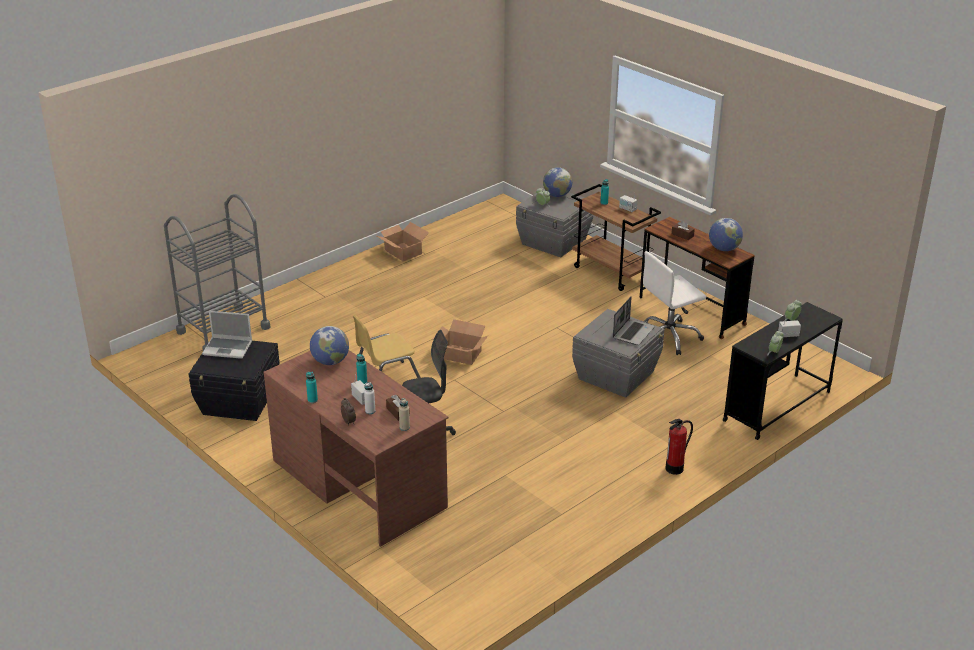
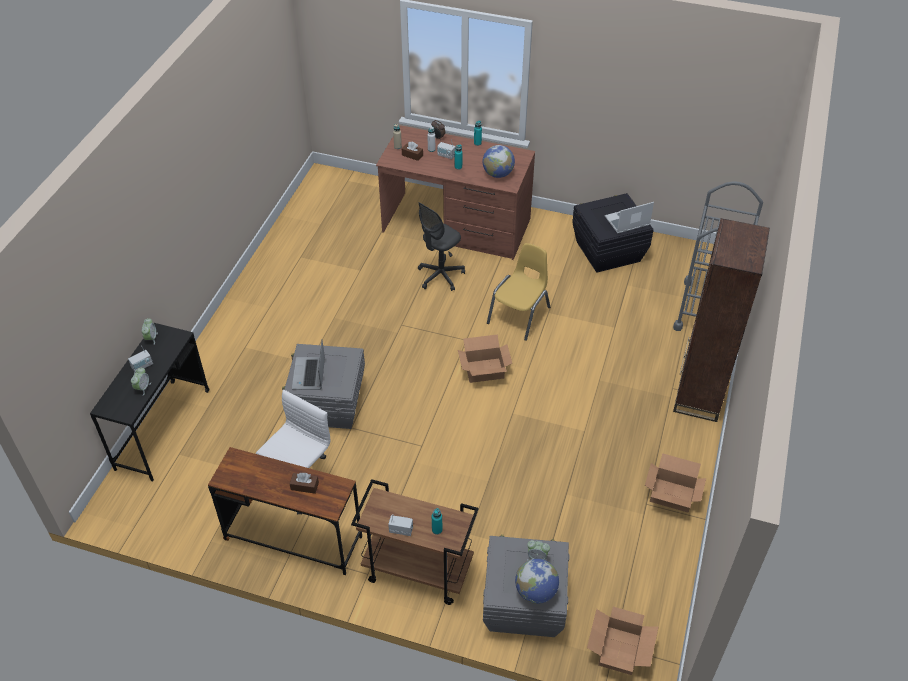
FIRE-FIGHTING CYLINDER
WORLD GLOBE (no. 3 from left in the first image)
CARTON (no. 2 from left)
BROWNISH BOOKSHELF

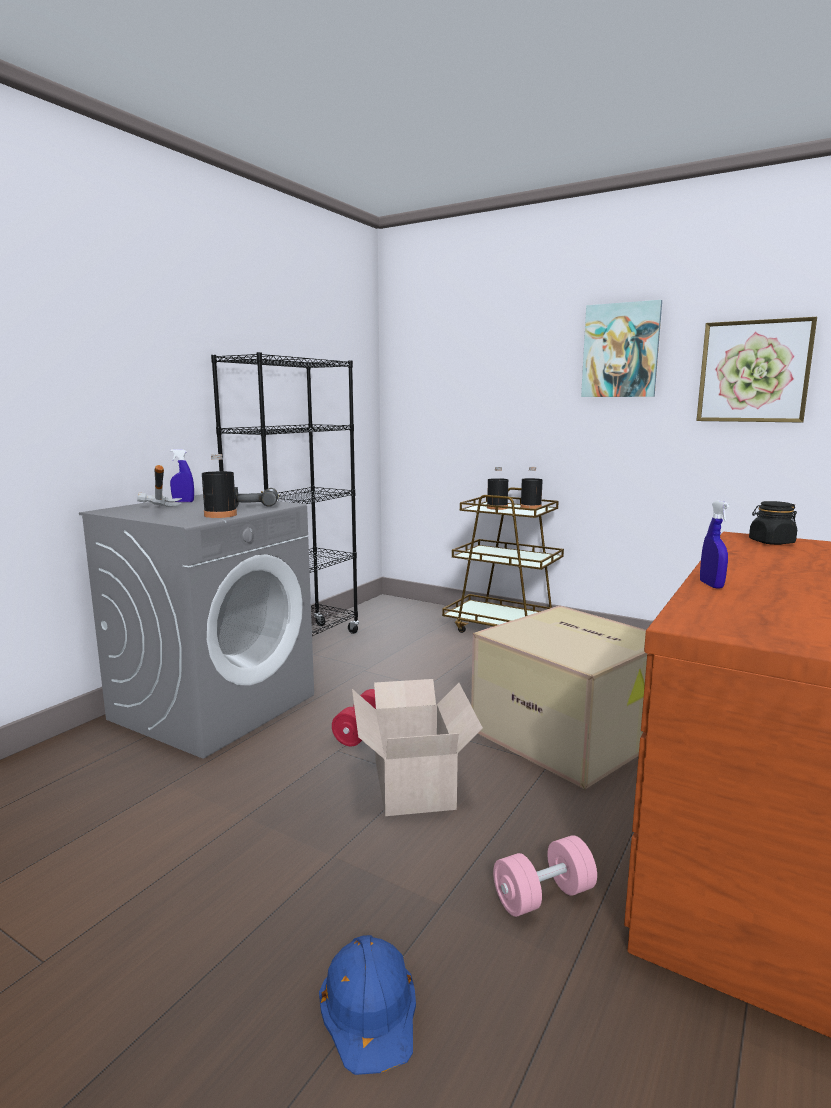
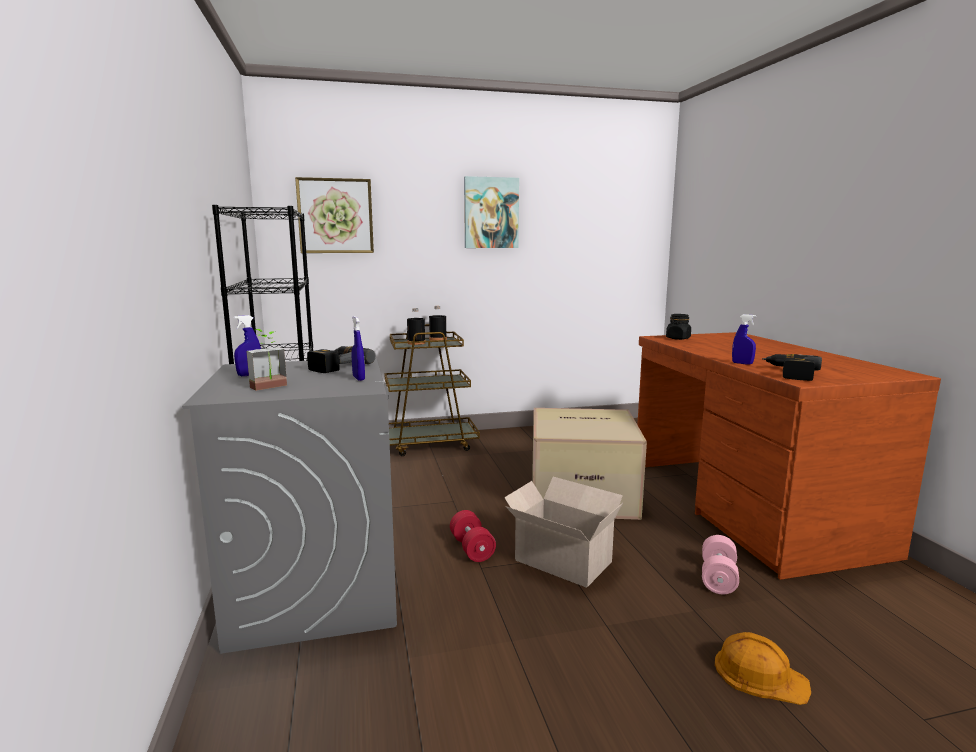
DRILL (no. 2 from left)
WALL ART (no. 1 from left)
POTTED PLANT
BLUE-COLOURED HAND SPRAYER (no. 2 from left)
ORANGEY WORK HELMET

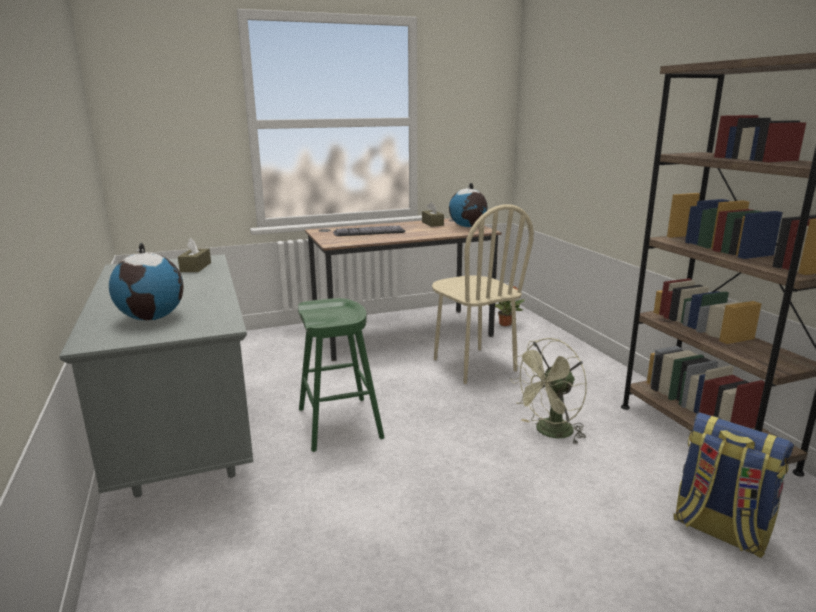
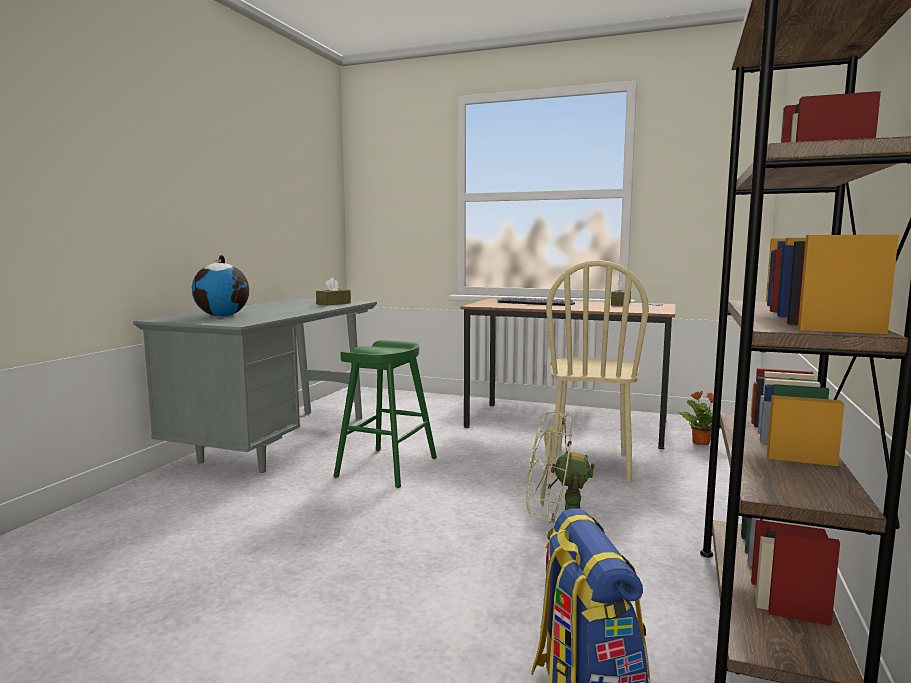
WORLD GLOBE (no. 2 from left in the first image)

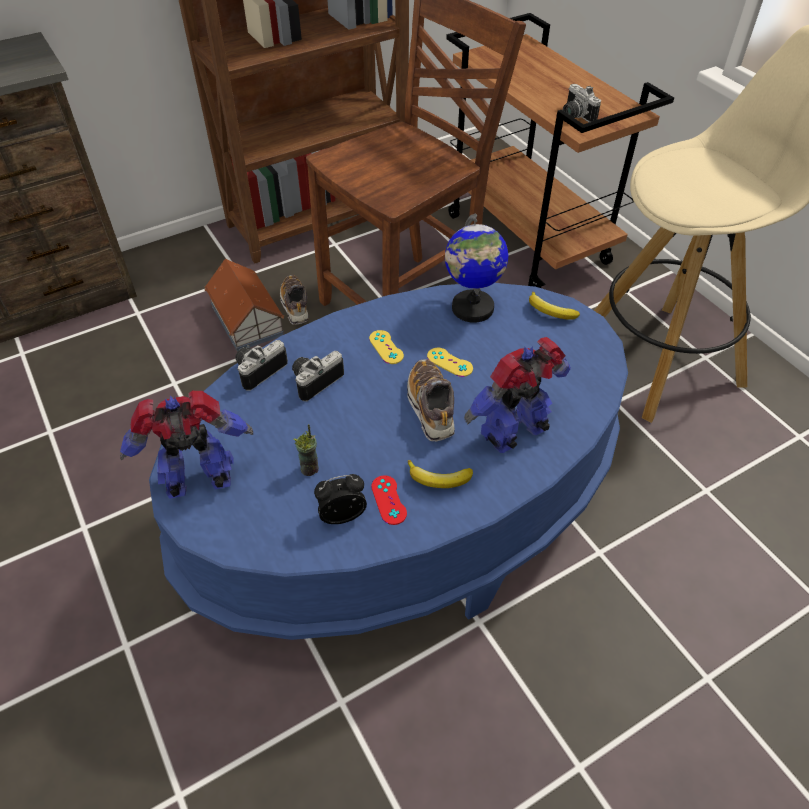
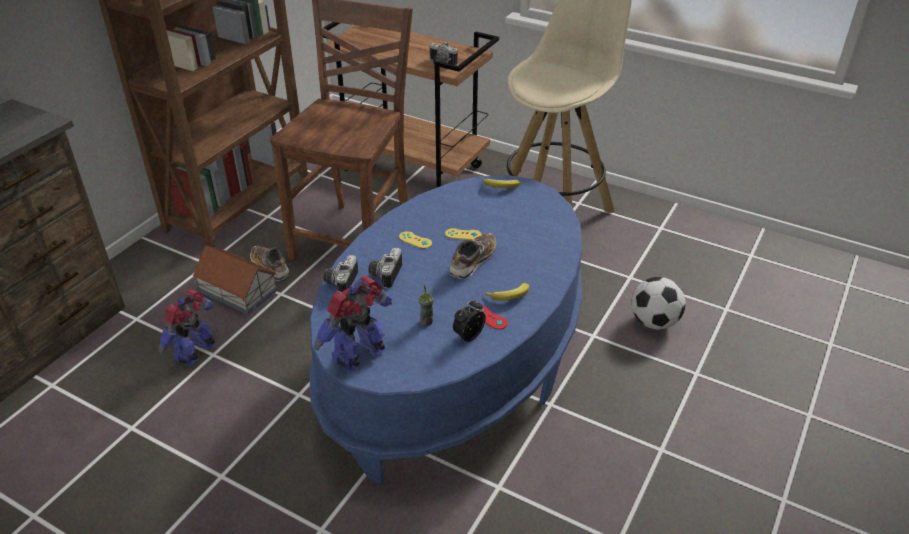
WORLD GLOBE
BALL FOR FOOTBALL
MODEL ROBOT (no. 1 from left)
ITEM OF FOOTWEAR (no. 2 from left)

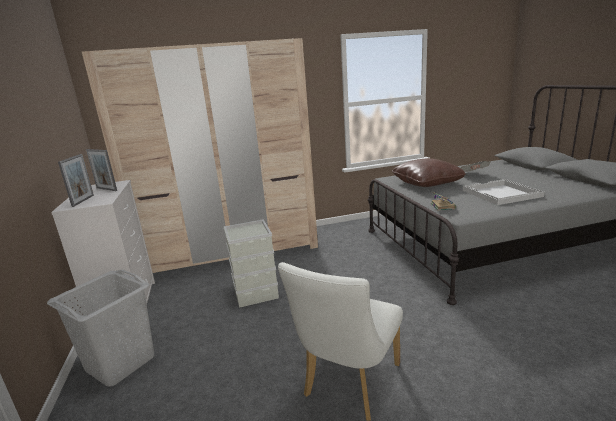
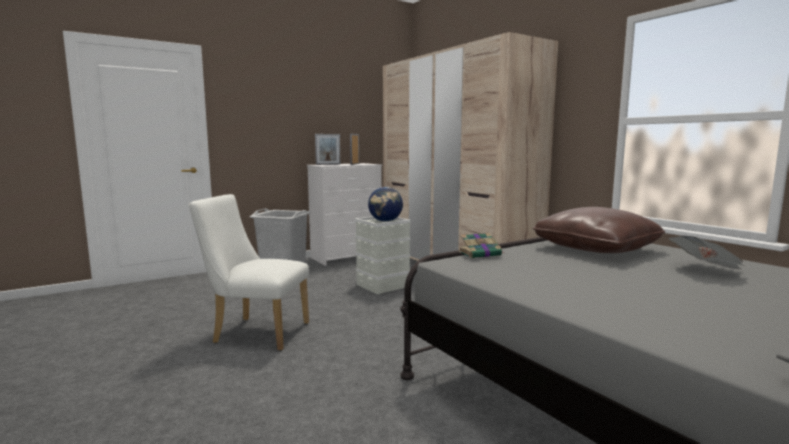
WHITE-COLOURED TRAY
WORLD GLOBE

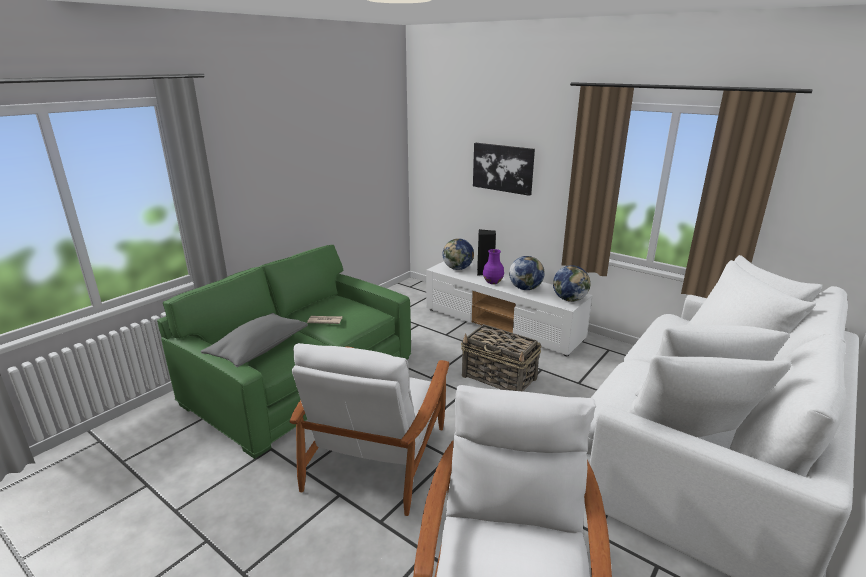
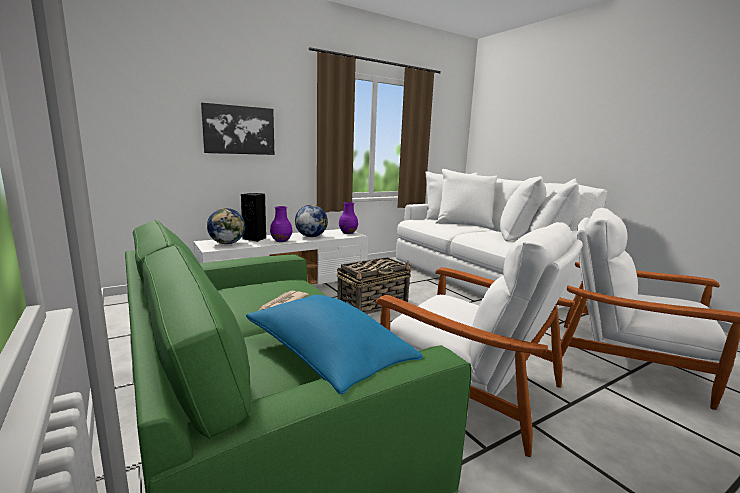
PURPLISH VASE (no. 2 from left)
BLUE-COLOURED THROW PILLOW

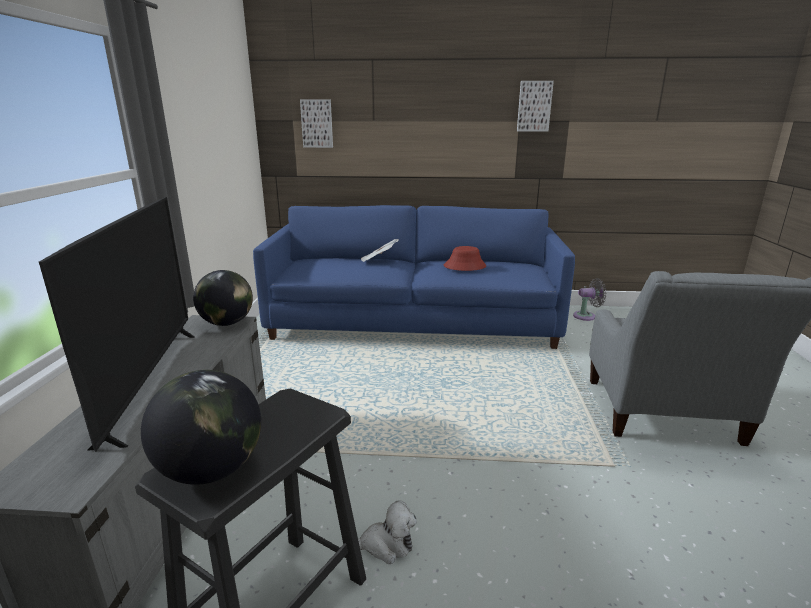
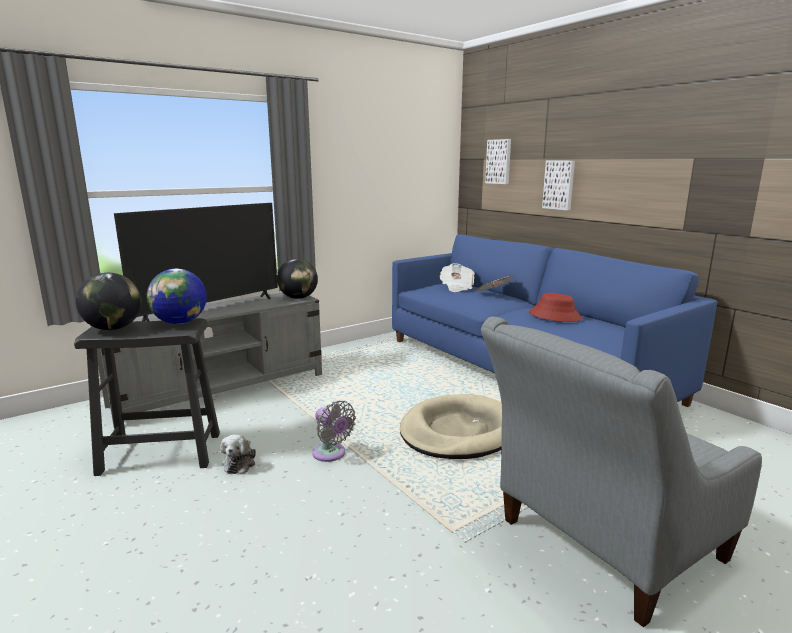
WORLD GLOBE (no. 2 from left)
SAND-COLOURED PET BED
DAILY PAPER (no. 1 from left)
WALL ART (no. 2 from left)
GRAY COOLING FAN
PLUSH TOY

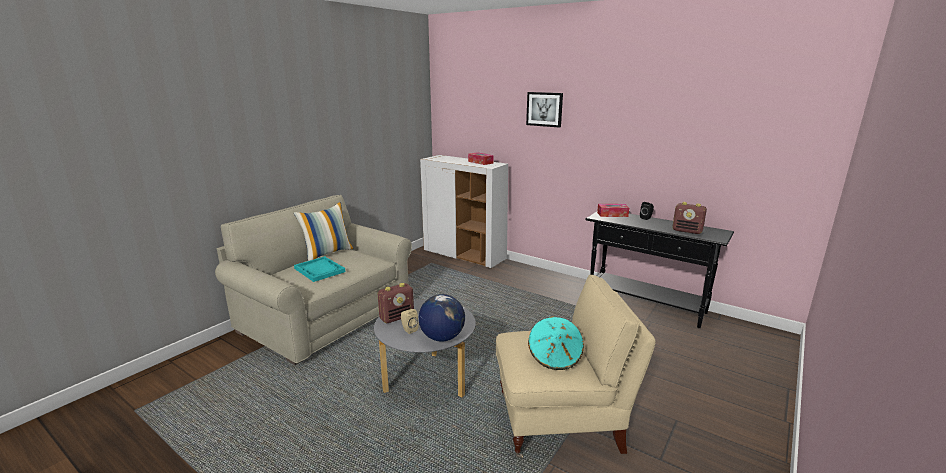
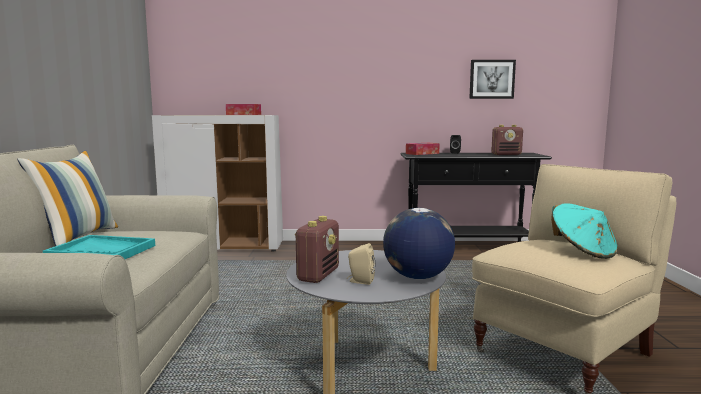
WALL ART

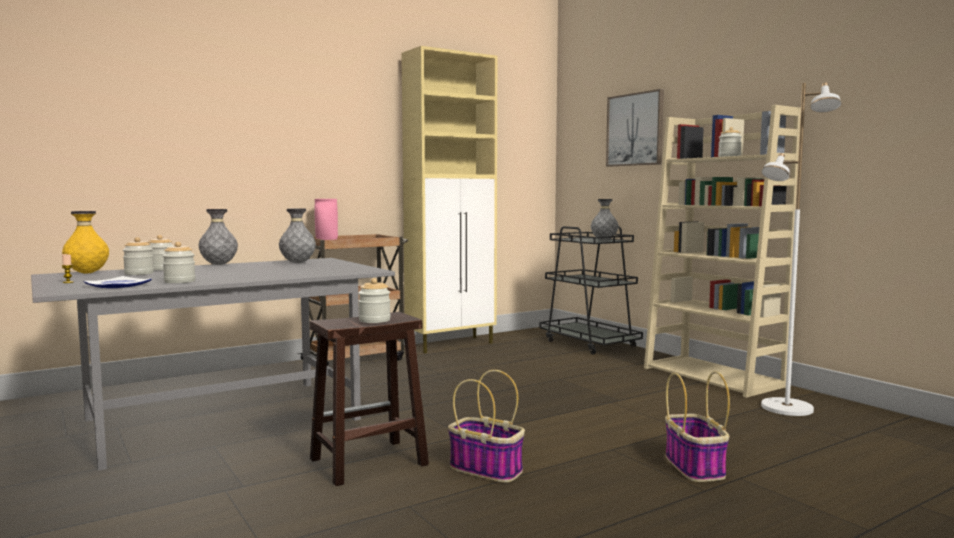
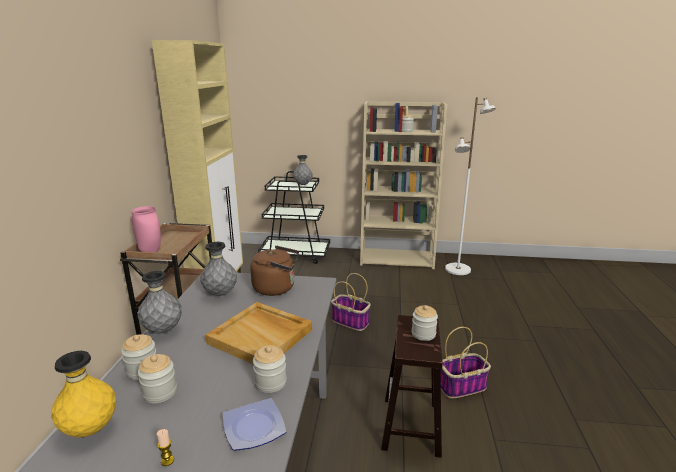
WALL ART
SAND-COLOURED TRAY
BROWNISH TEA KETTLE
STORAGE BASKET (no. 1 from left)

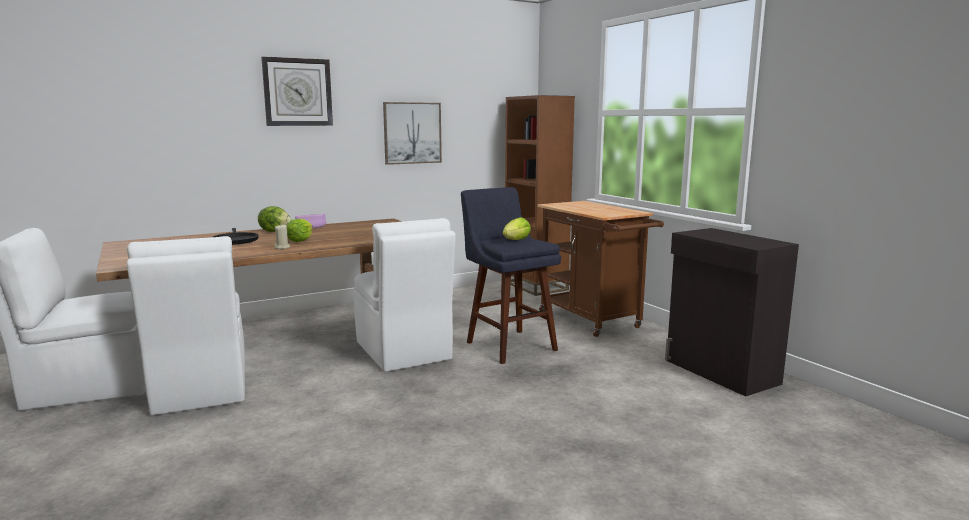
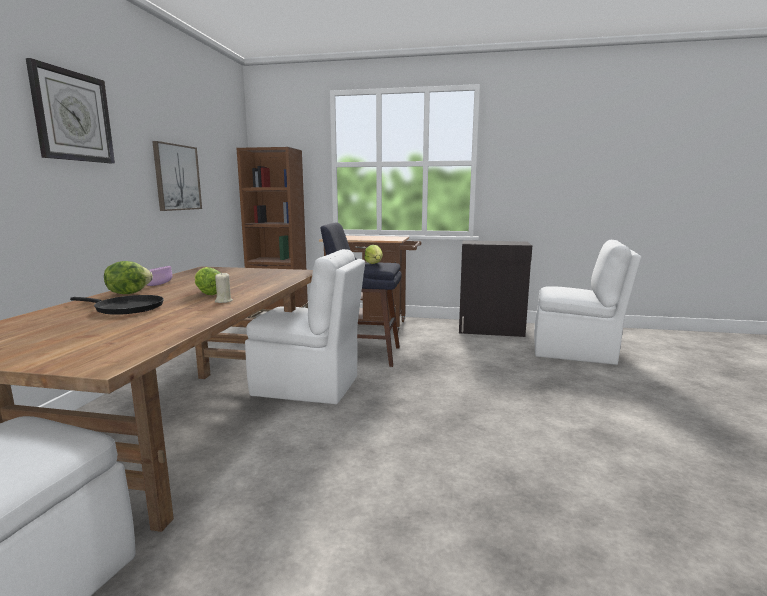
WHITE-COLOURED PLAIN CHAIR (no. 3 from left)

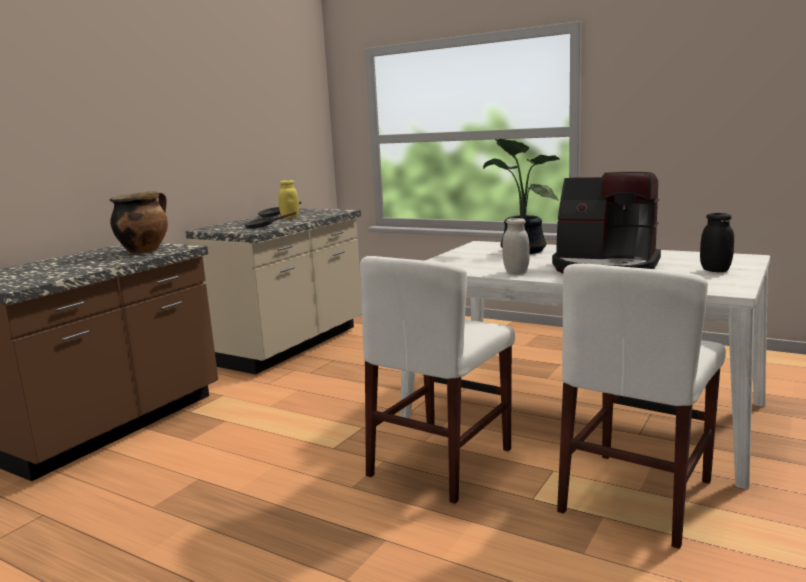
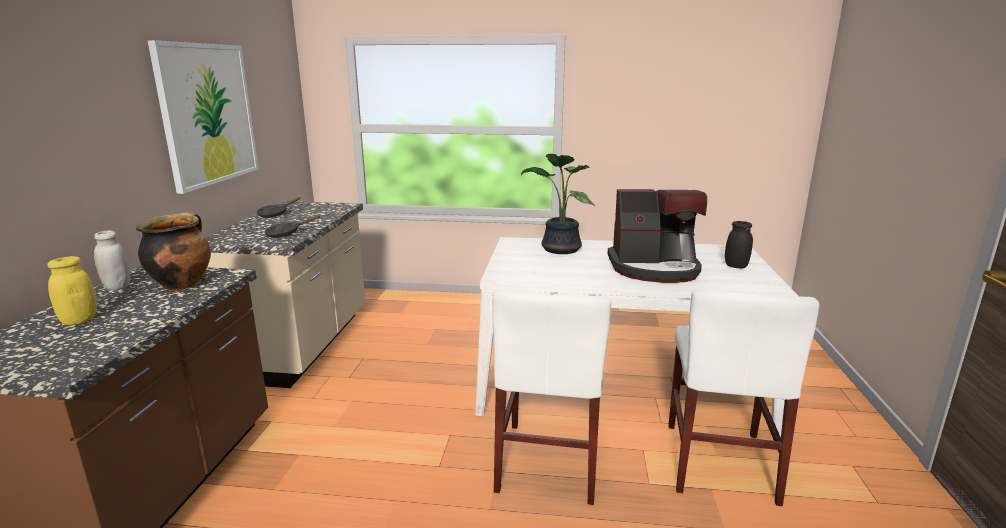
WALL ART
YELLOW-COLOURED JAR
WHITE-COLOURED JAR

